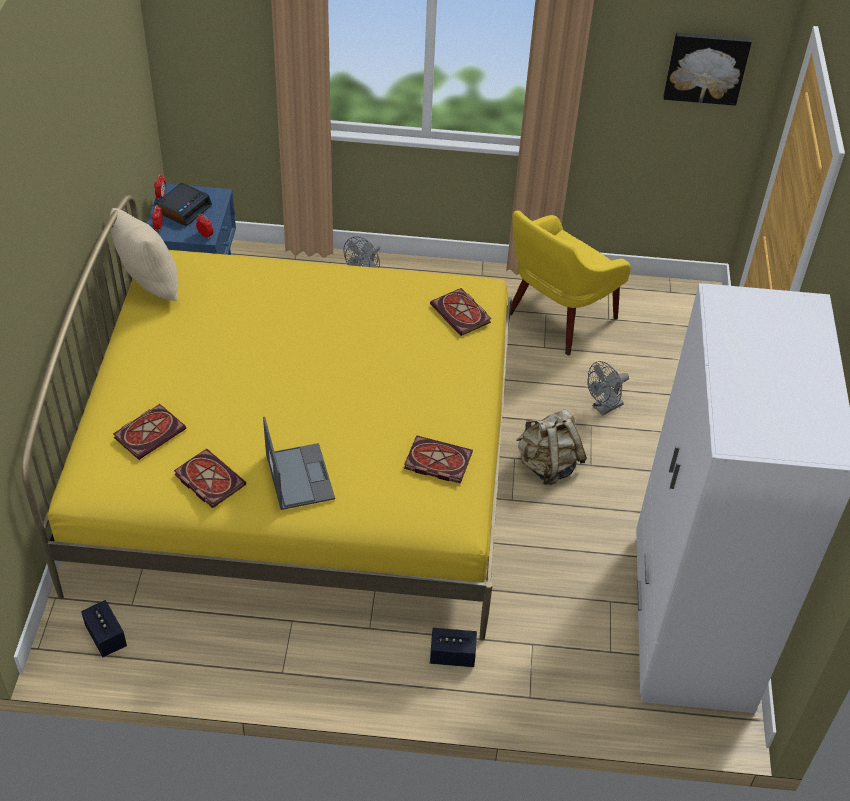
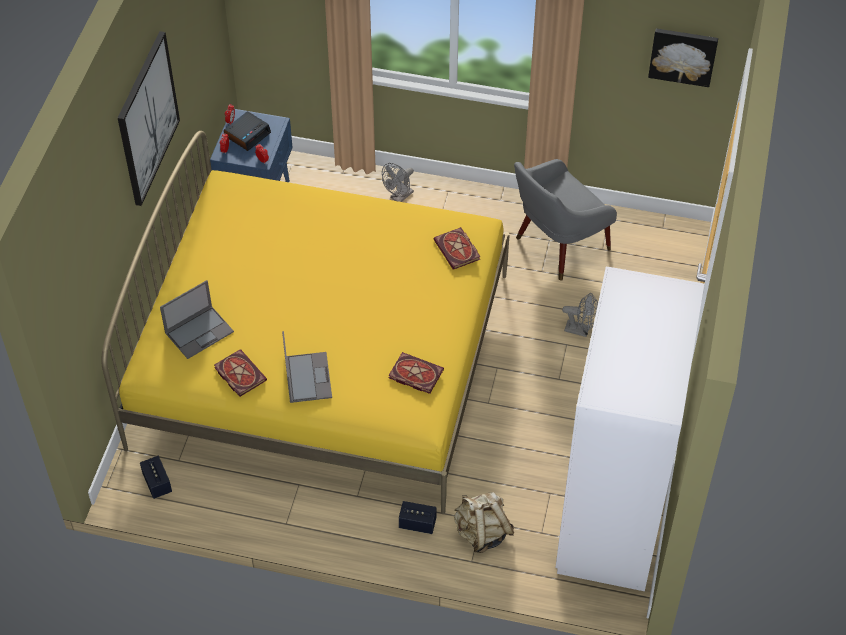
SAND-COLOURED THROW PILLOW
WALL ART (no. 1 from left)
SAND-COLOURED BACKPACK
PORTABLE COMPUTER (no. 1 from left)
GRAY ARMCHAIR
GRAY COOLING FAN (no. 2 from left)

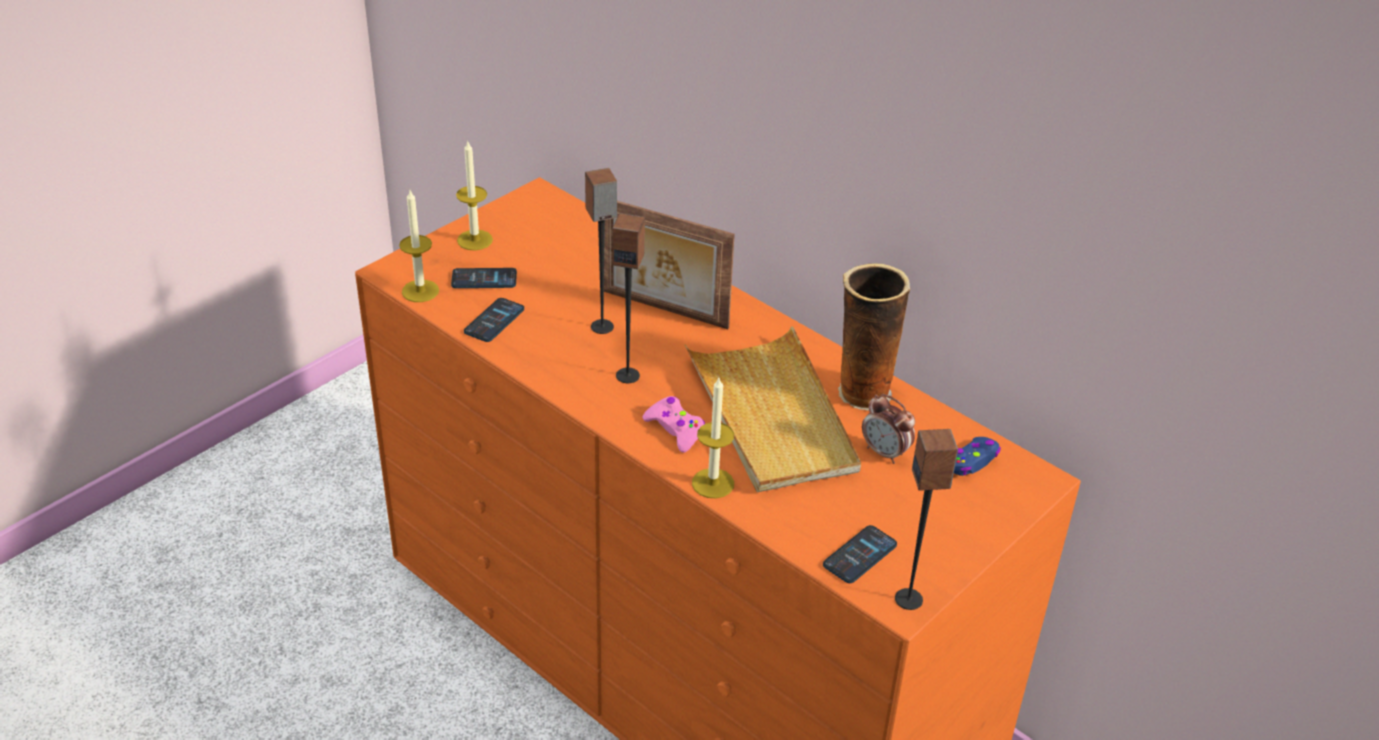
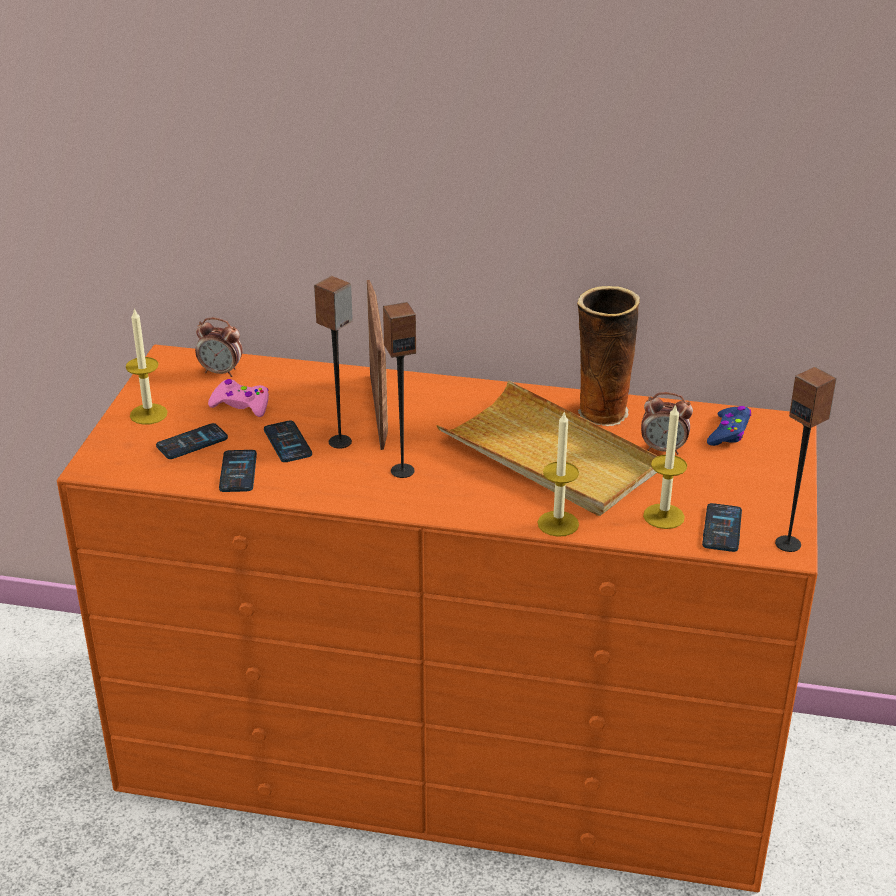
TABLE CLOCK (no. 1 from left)
PHONE (no. 3 from left)
WAX LIGHT (no. 3 from left)
PINKISH JOYPAD
PHOTO FRAME

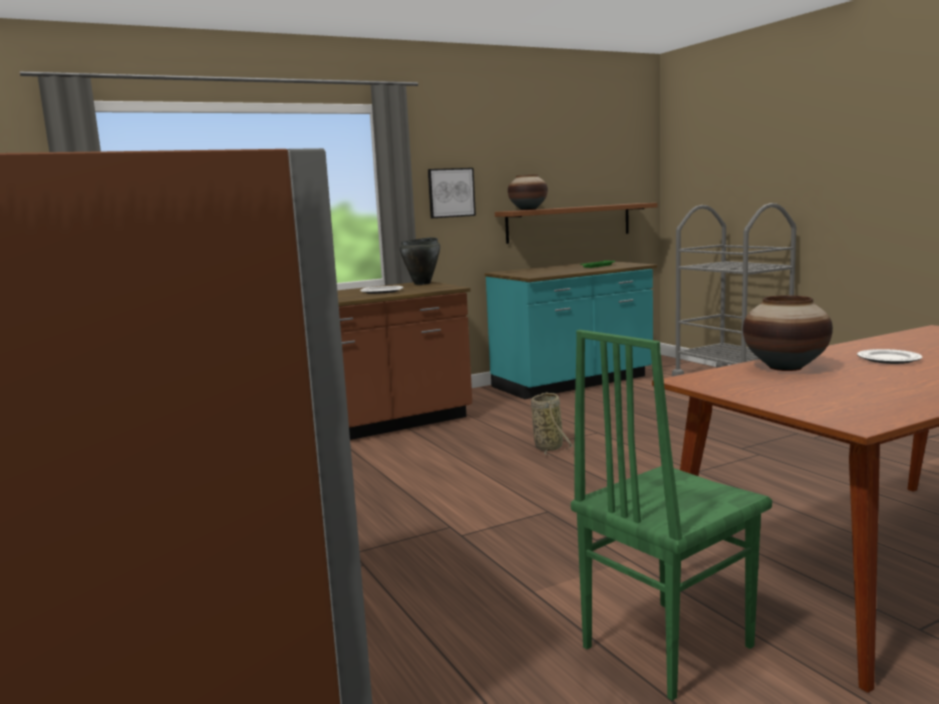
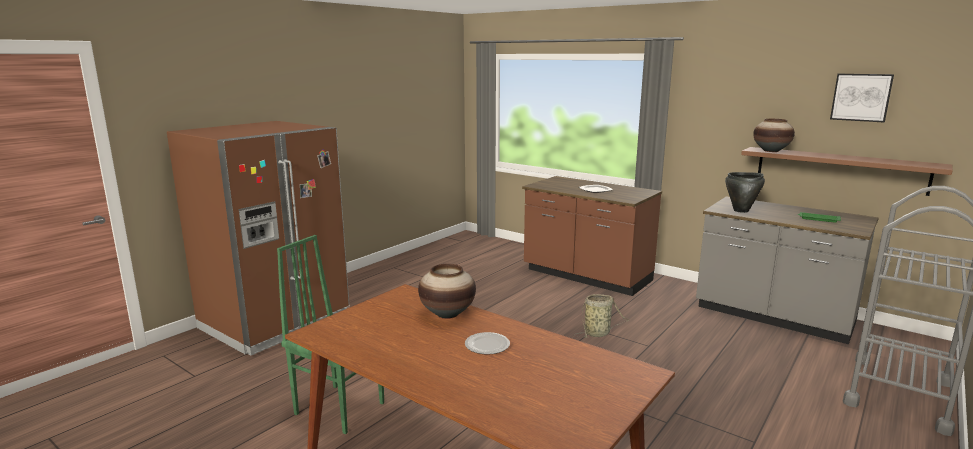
BLACK SAUCEPOT
WALL ART
GRAY KITCHEN COUNTER

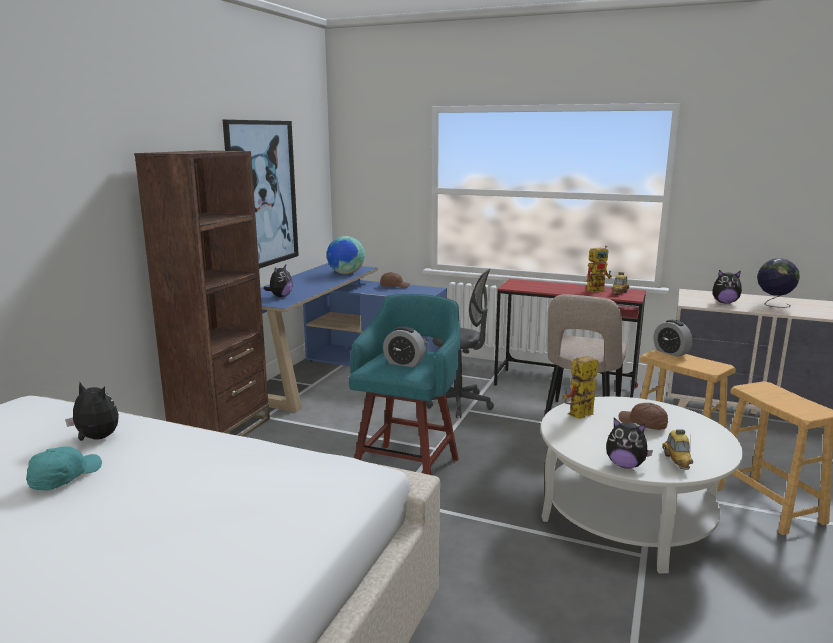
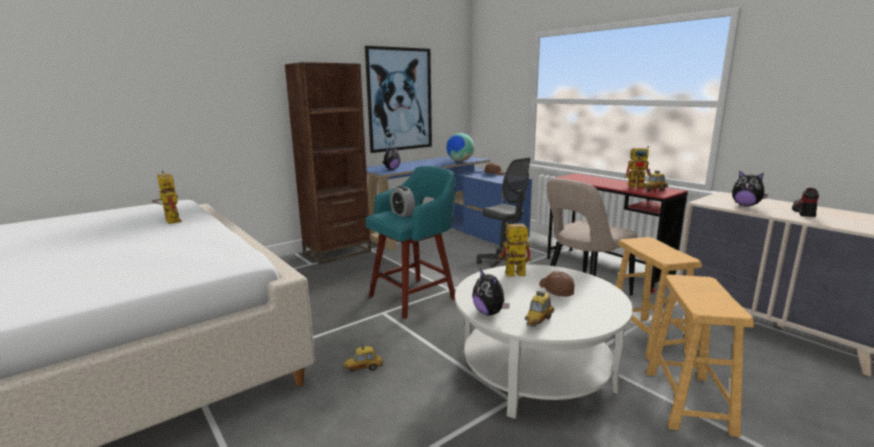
TURQUOISE CAP
TABLE CLOCK (no. 2 from left in the first image)
MINIATURE CAR (no. 1 from left)
MODEL ROBOT (no. 1 from left)
ITEM OF FOOTWEAR

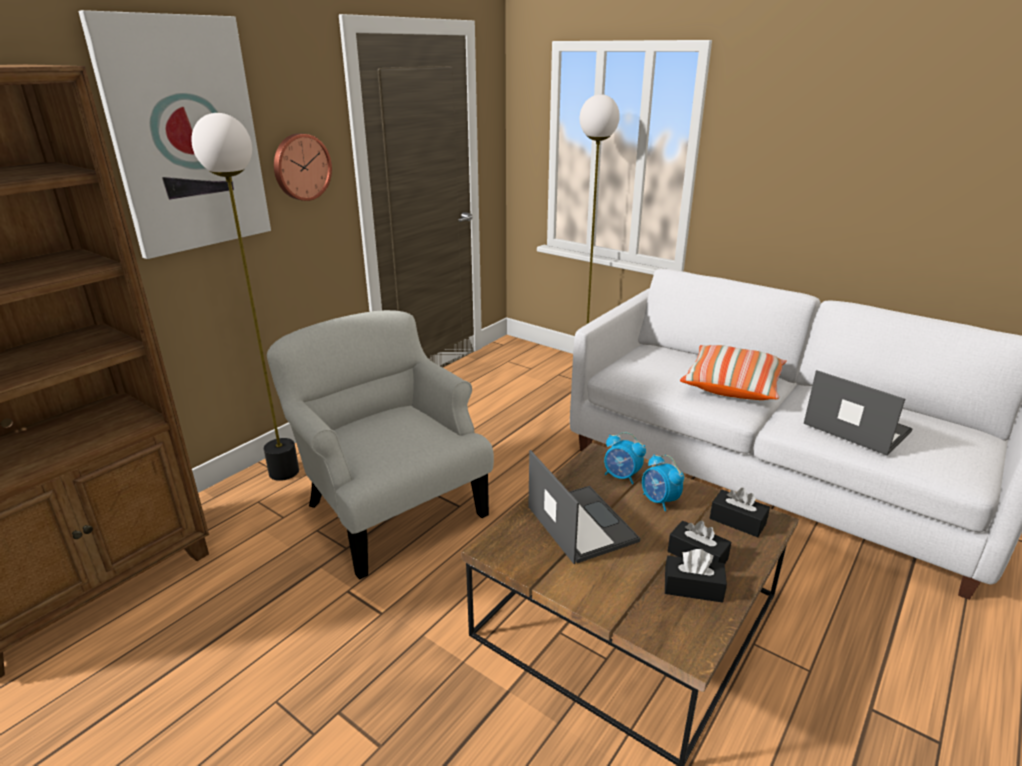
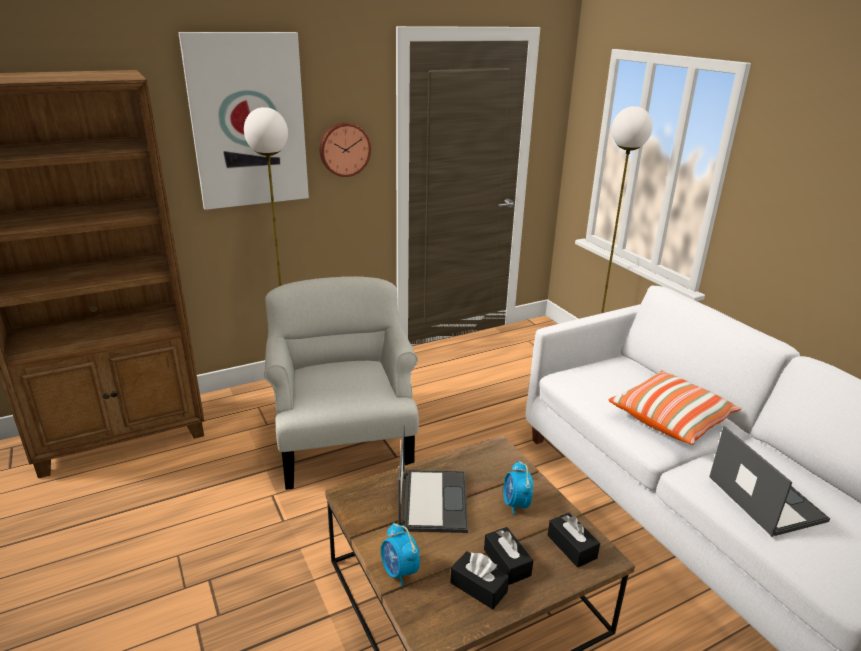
TABLE CLOCK (no. 1 from left)

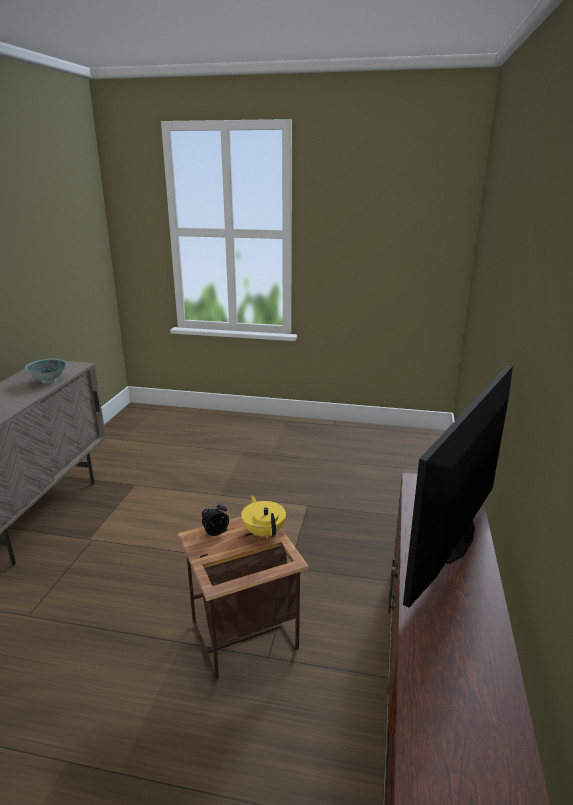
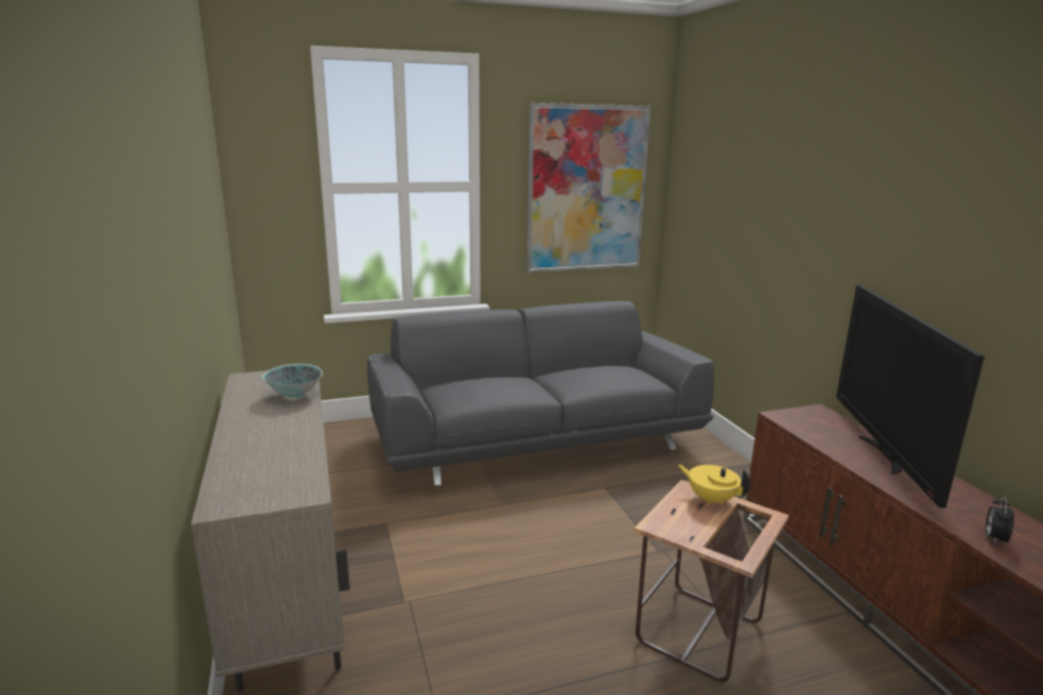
GRAY SOFA
WALL ART
TABLE CLOCK

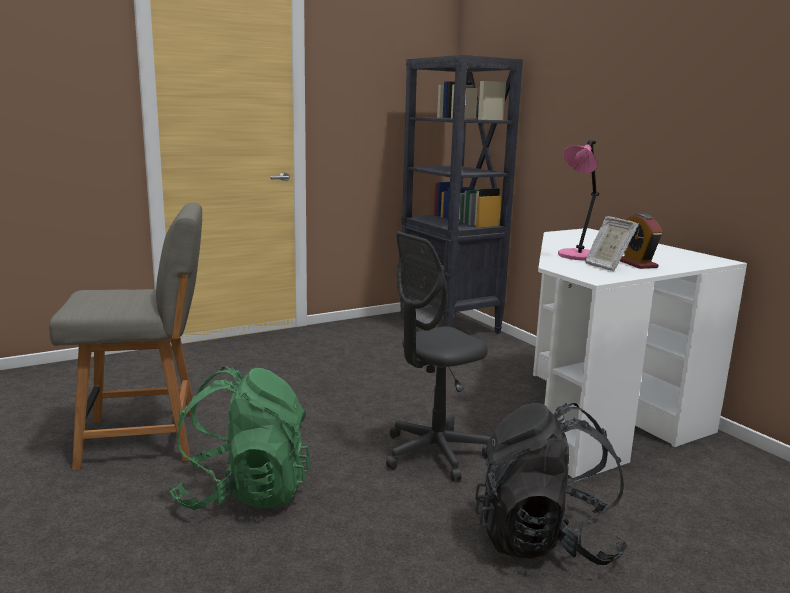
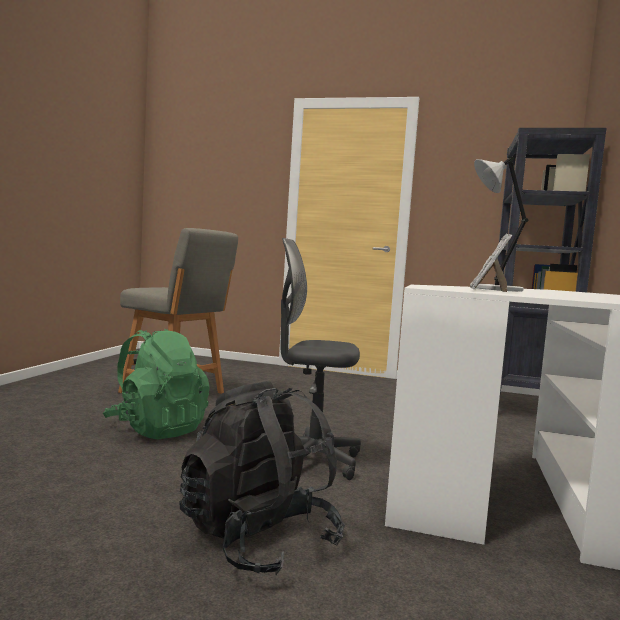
TABLE CLOCK
GRAY LAMP FOR A TABLE

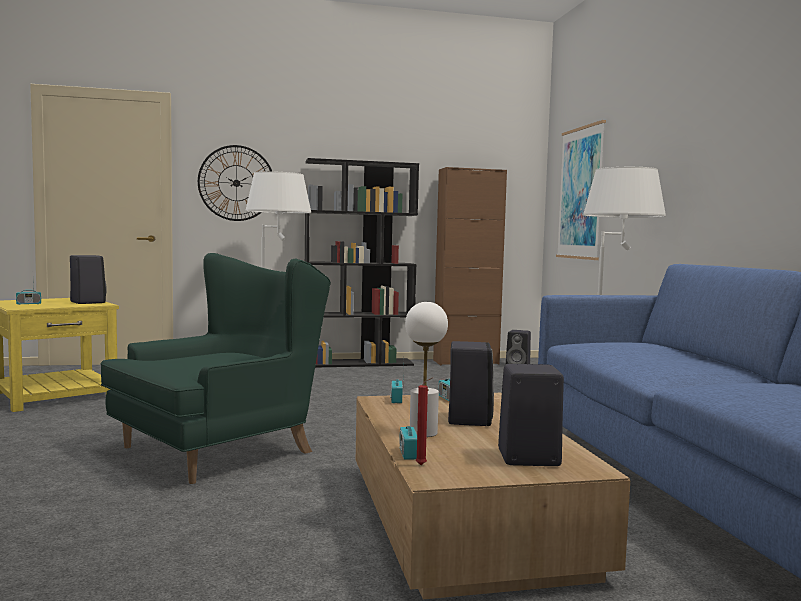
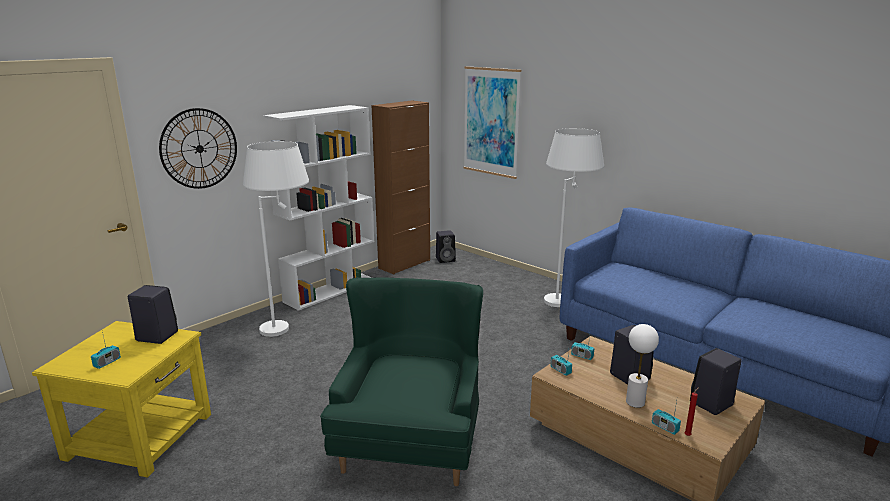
WHITE-COLOURED BOOKSHELF

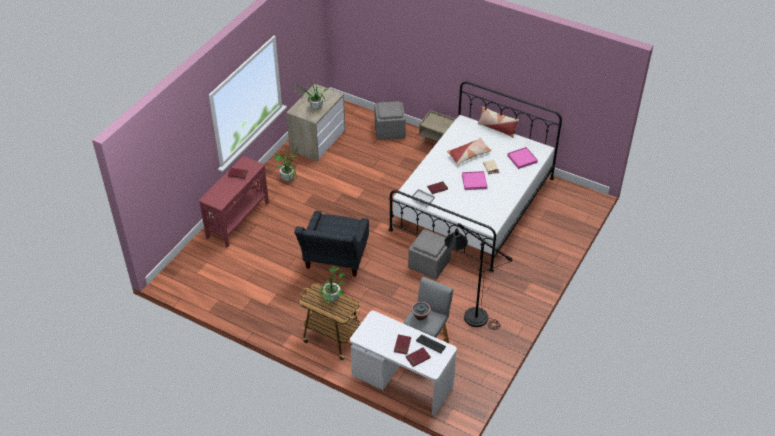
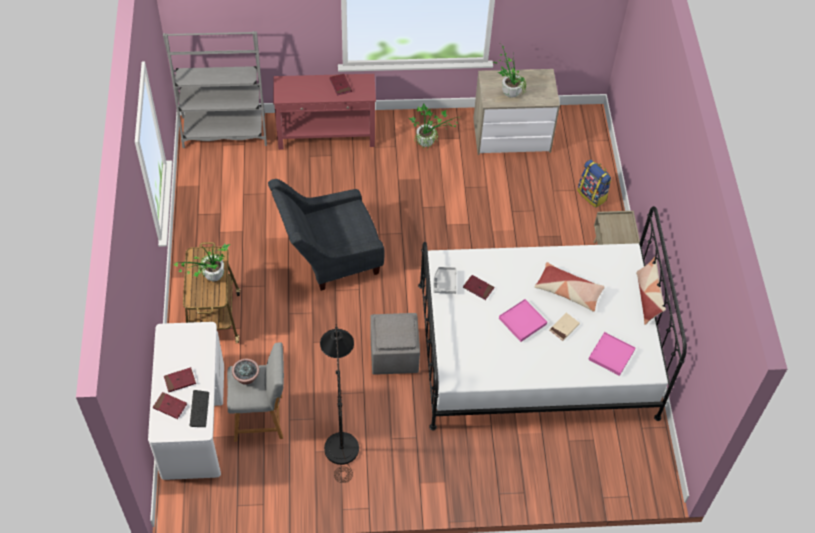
GRAY BOOKSHELF
BACKPACK

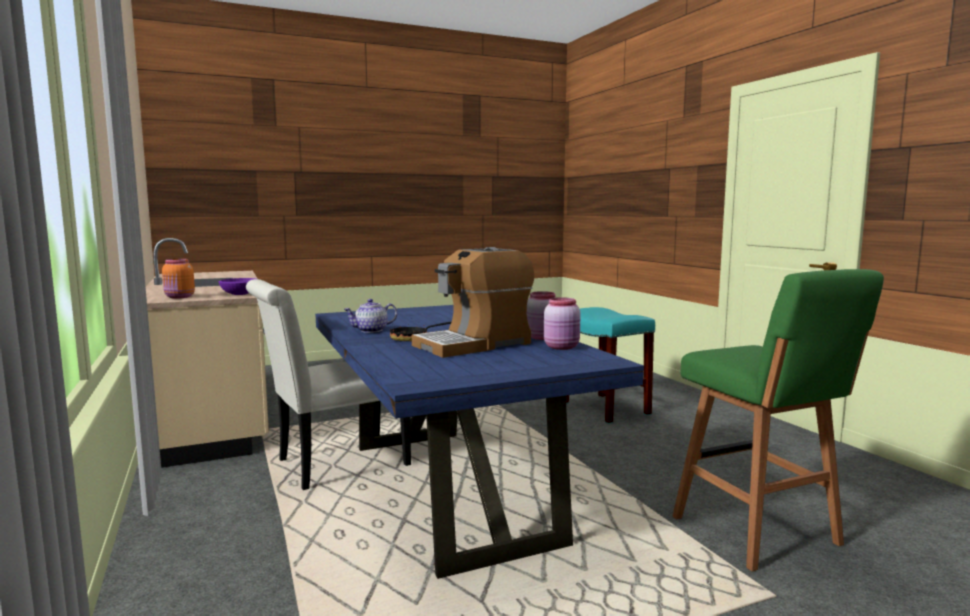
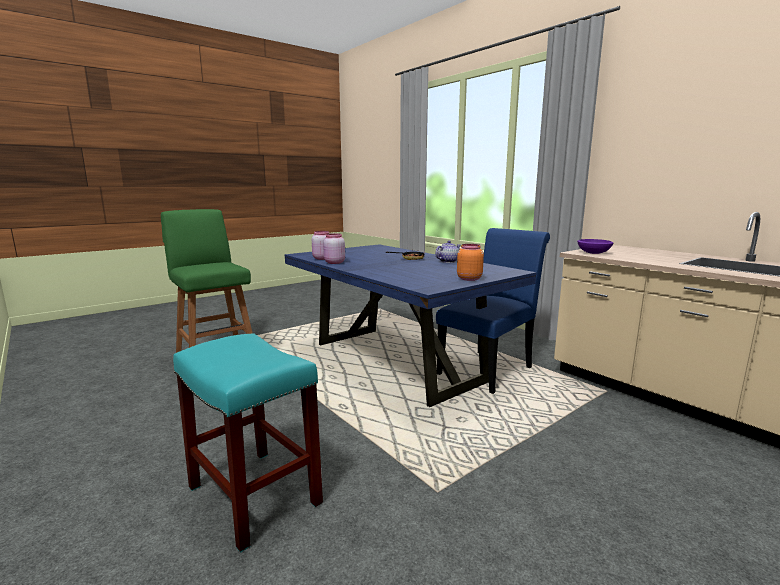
COFFEE MACHINE
ORANGEY JAR
BLUE-COLOURED PLAIN CHAIR

